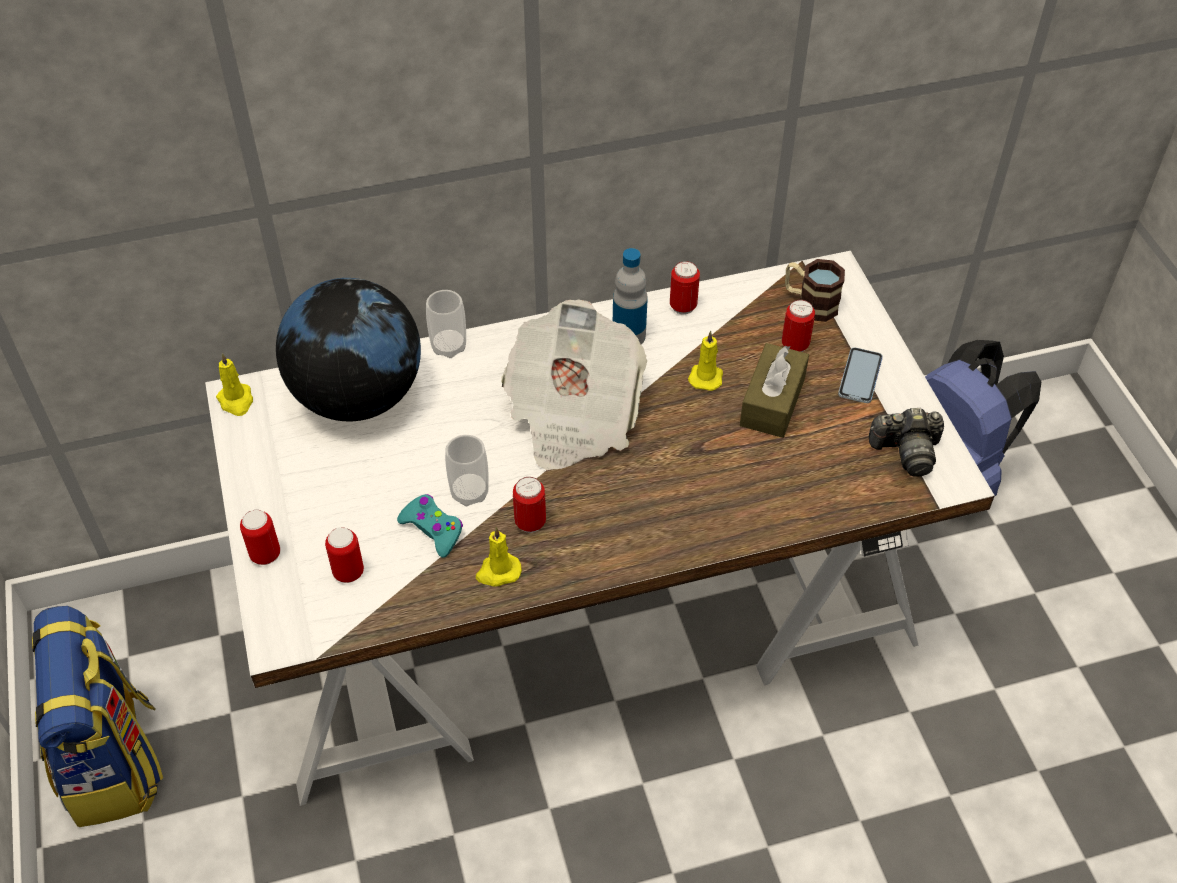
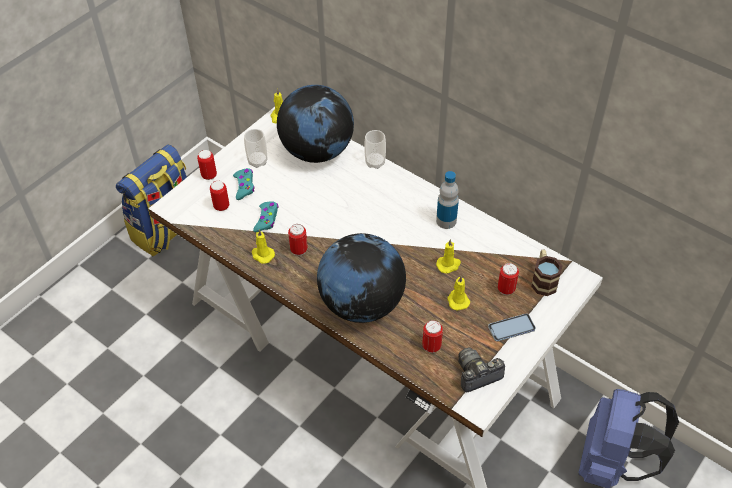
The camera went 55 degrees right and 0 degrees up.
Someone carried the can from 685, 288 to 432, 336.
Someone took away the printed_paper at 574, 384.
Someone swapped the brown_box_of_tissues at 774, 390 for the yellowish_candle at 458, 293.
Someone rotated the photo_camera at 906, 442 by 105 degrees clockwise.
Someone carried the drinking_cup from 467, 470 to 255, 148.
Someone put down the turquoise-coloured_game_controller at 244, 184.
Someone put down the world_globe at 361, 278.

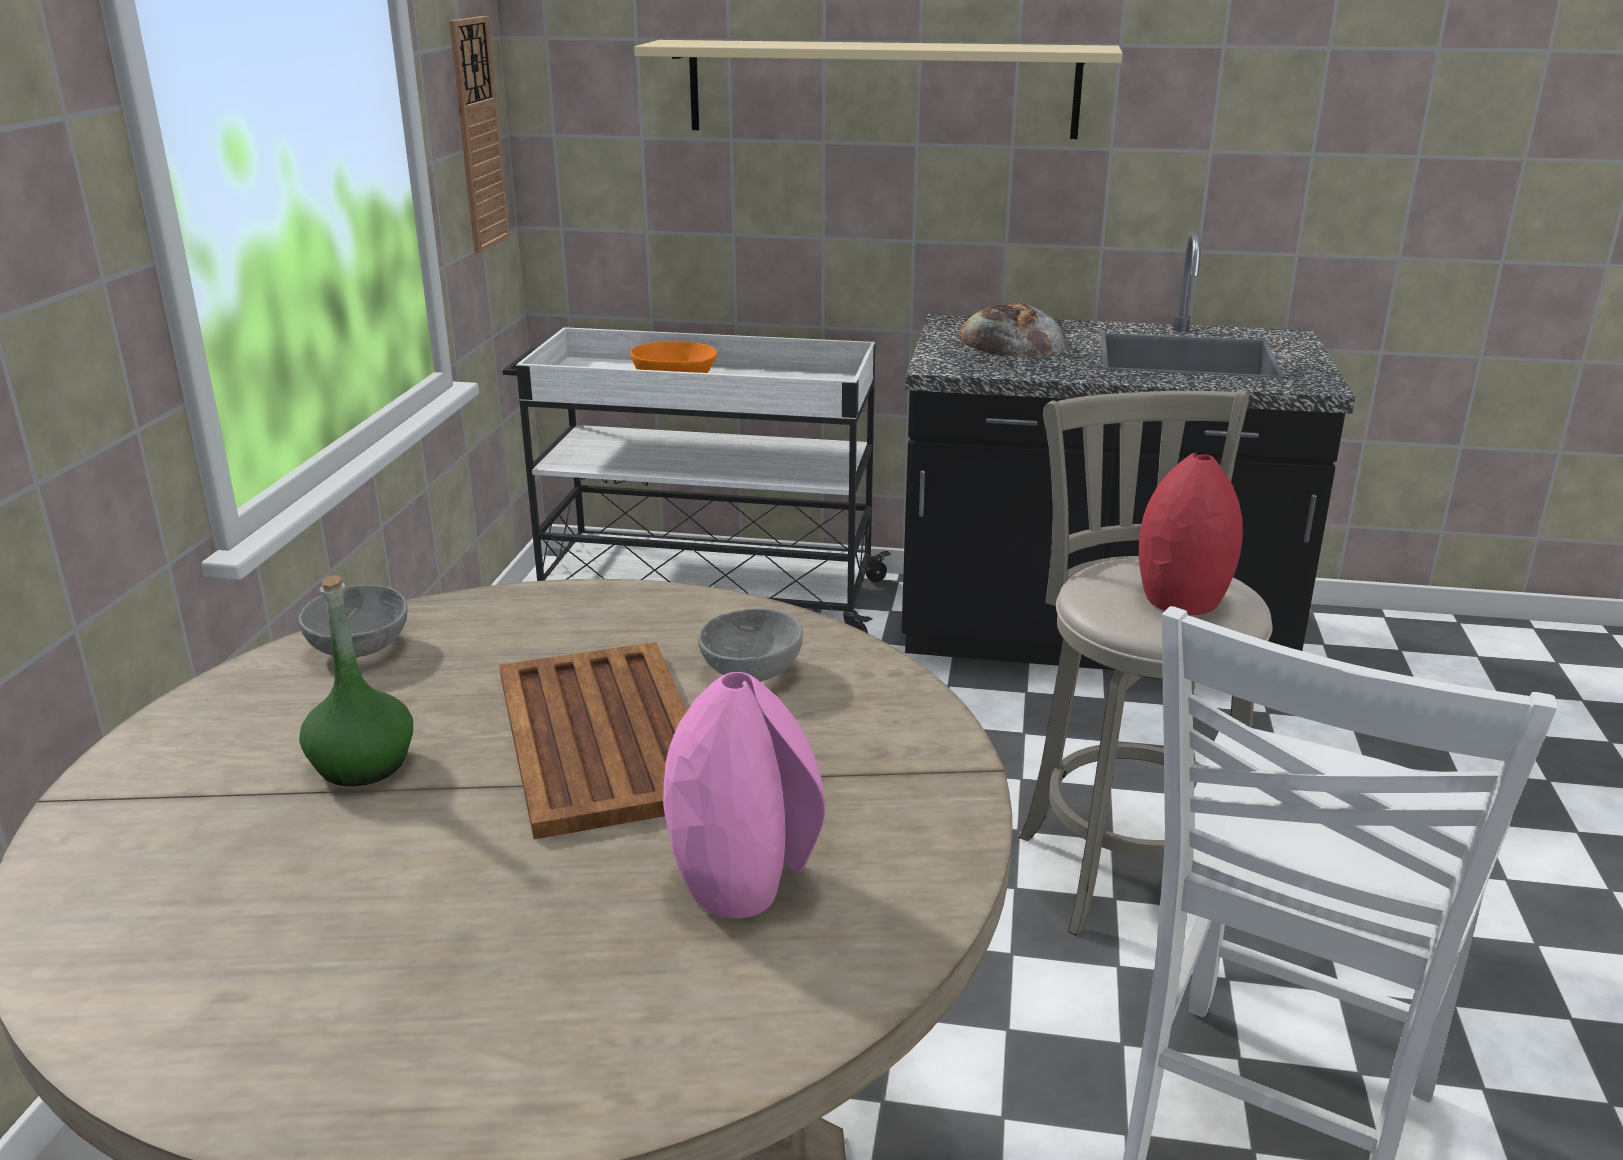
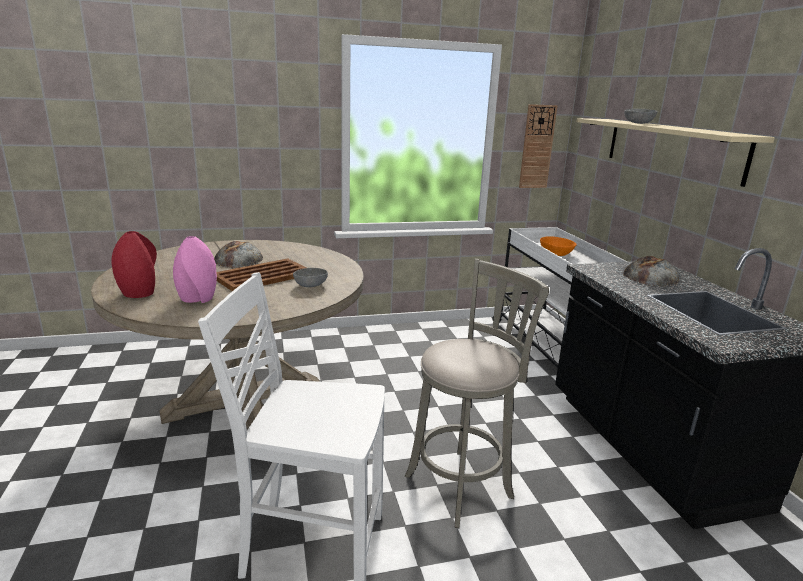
The camera went 65 degrees right and 5 degrees down.
Someone carried the reddish_decorative_vase from 1190, 534 to 134, 264.
Someone swapped the green-coloured_bottle at 356, 680 for the bakery_bread at 238, 254.
Someone carried the grey_serving_bowl from 353, 621 to 641, 116.

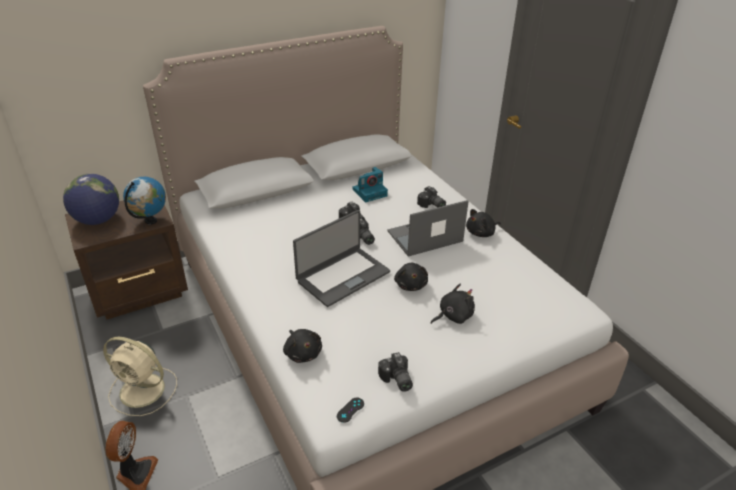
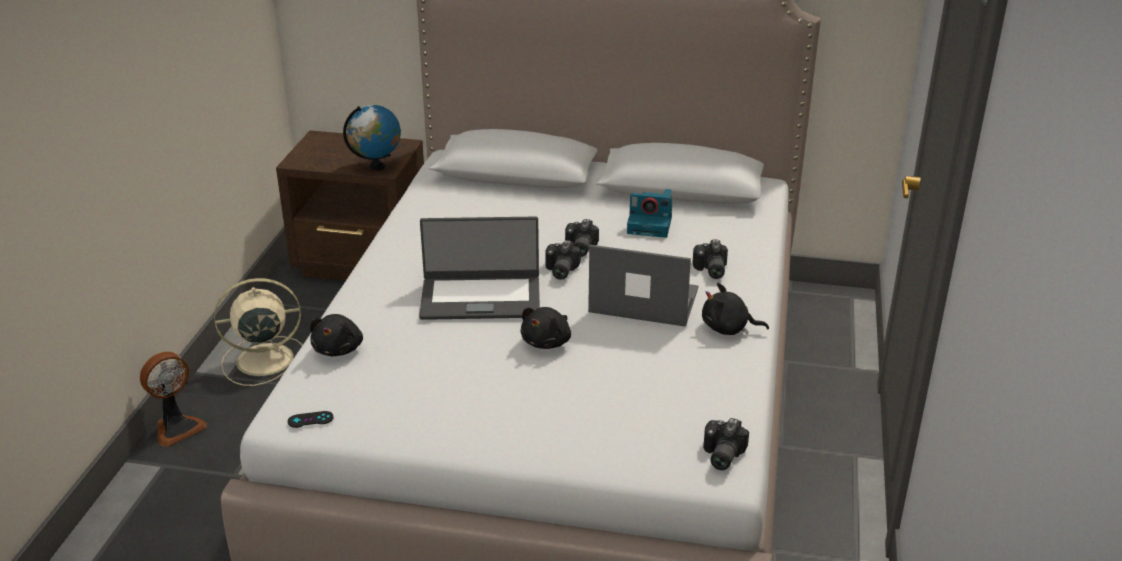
The camera went 40 degrees right and 5 degrees down.
Someone took away the world_globe at 91, 199.
Someone took away the blackish_soft_toy at 453, 304.
Someone rotated the beige_fan at 140, 376 by 105 degrees clockwise.
Someone carried the photo_camera from 395, 372 to 726, 444.

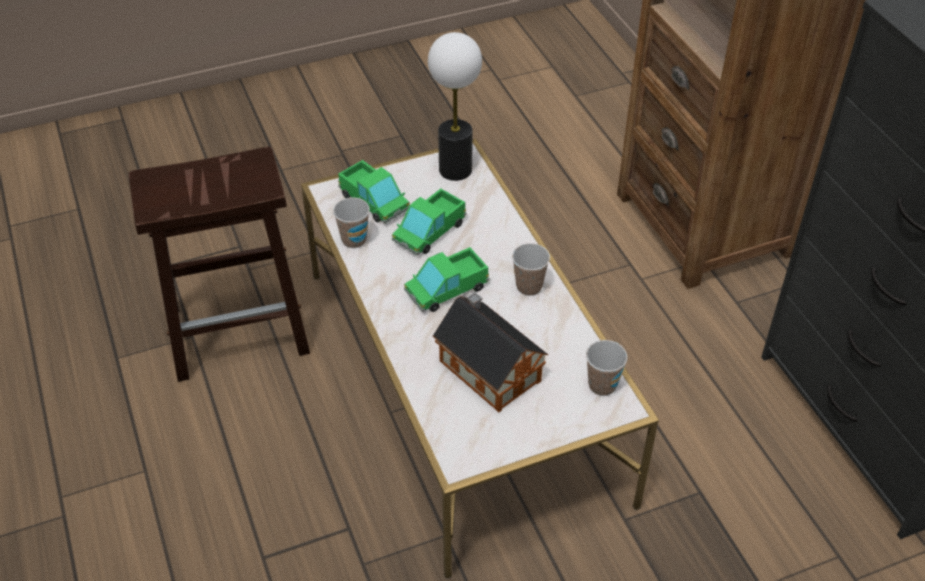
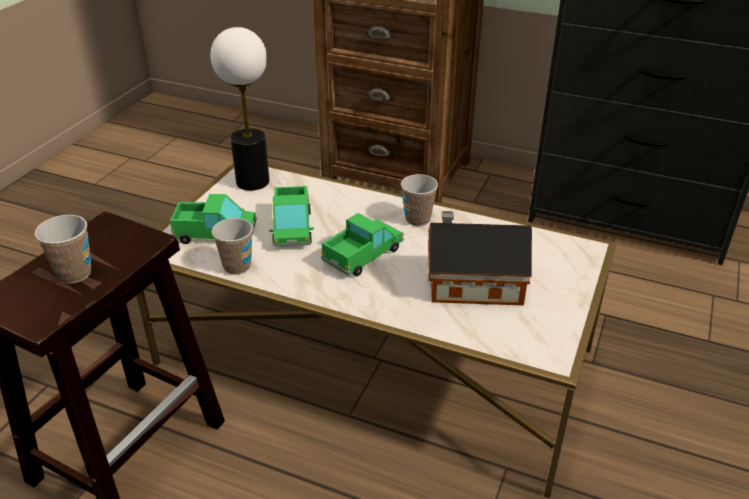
The camera went 45 degrees left and 10 degrees down.
Someone rotated the toy_lorry at 447, 279 by 150 degrees counterclockwise.
Someone carried the drinking_cup from 607, 368 to 63, 249.

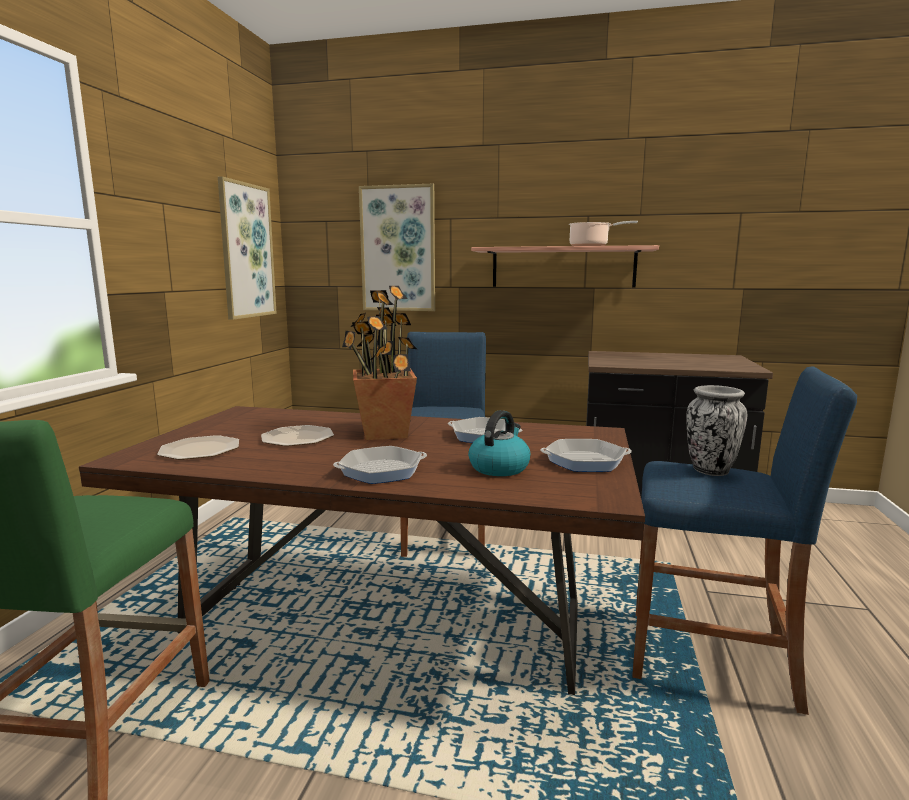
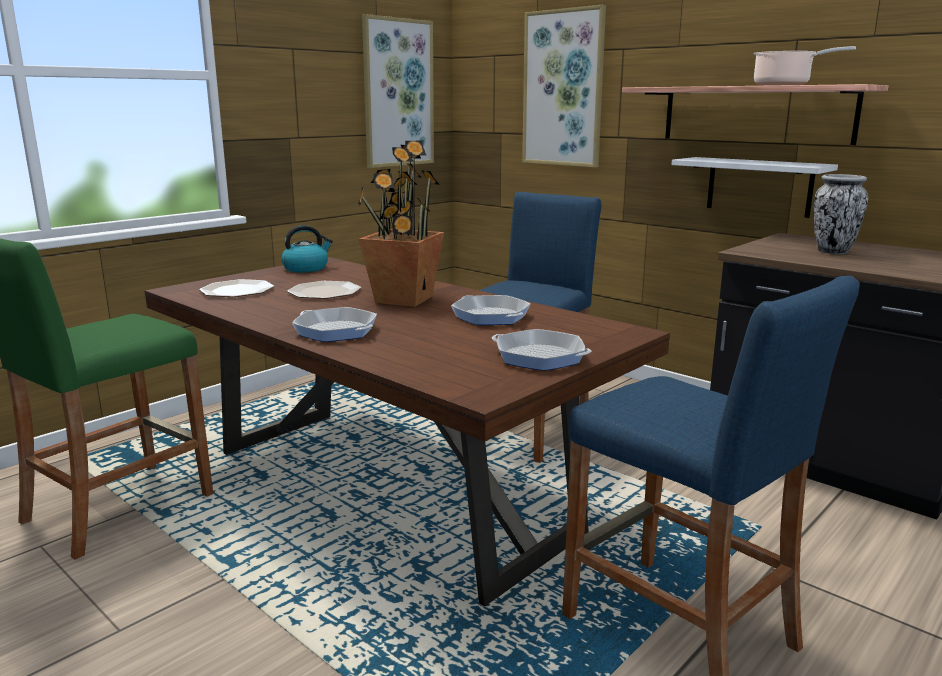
The camera went 30 degrees right and 5 degrees up.
Someone carried the decorative_vase from 716, 430 to 841, 214.
Someone carried the tea_kettle from 499, 443 to 307, 249.
Someone rotated the pan at 380, 465 by 150 degrees counterclockwise.
Someone put up the white-coloured_wall_shelf at 754, 187.

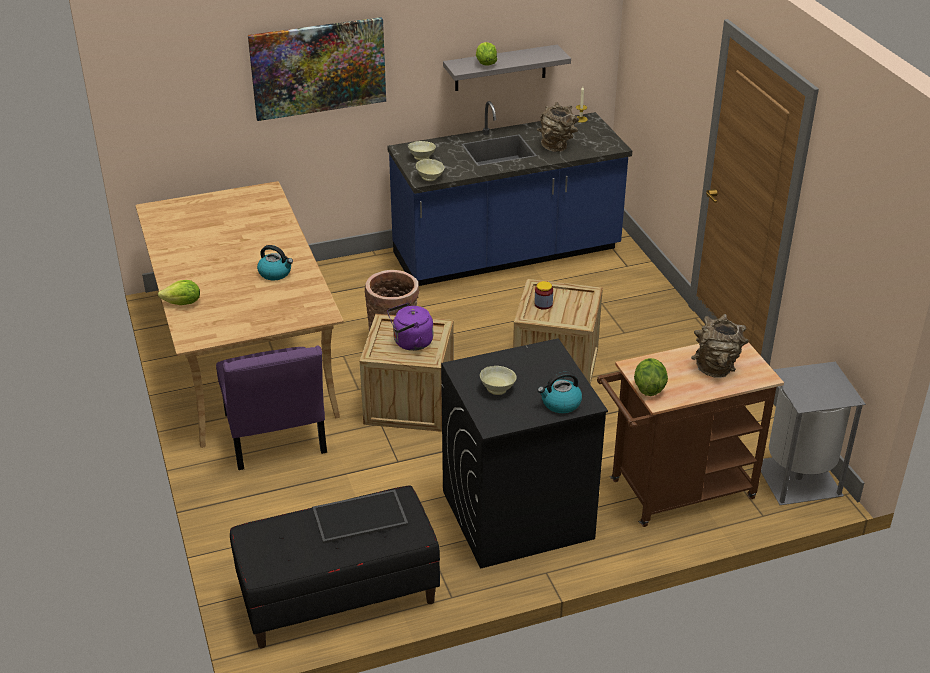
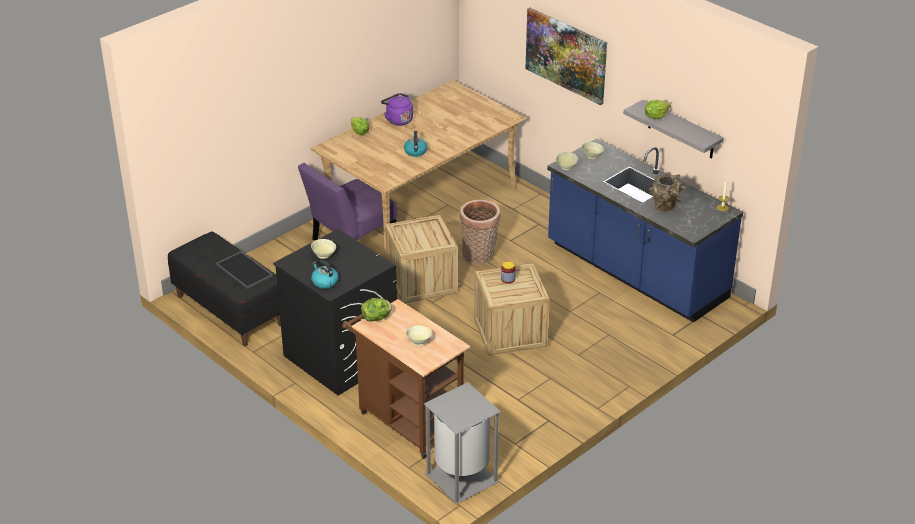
The camera went 65 degrees right and 0 degrees up.
Someone carried the purple-coloured_tea_kettle from 410, 327 to 397, 109.
Someone swapped the brown_decorative_vase at 720, 346 for the beige_serving_bowl at 419, 335.

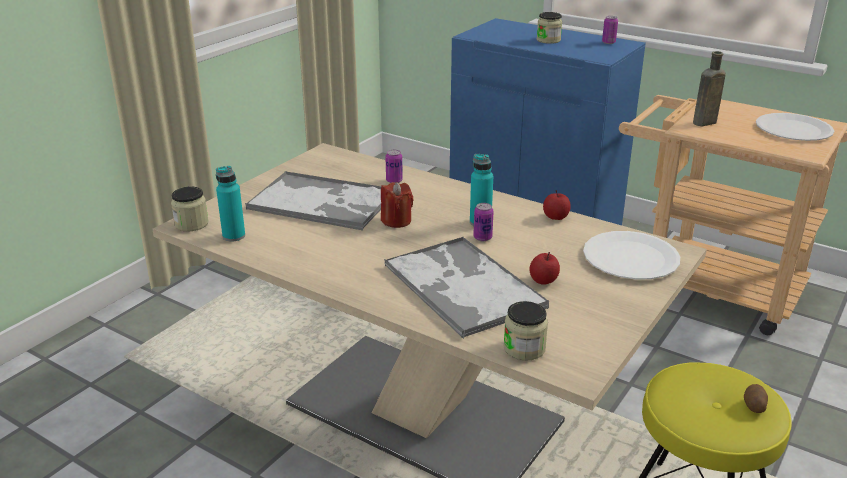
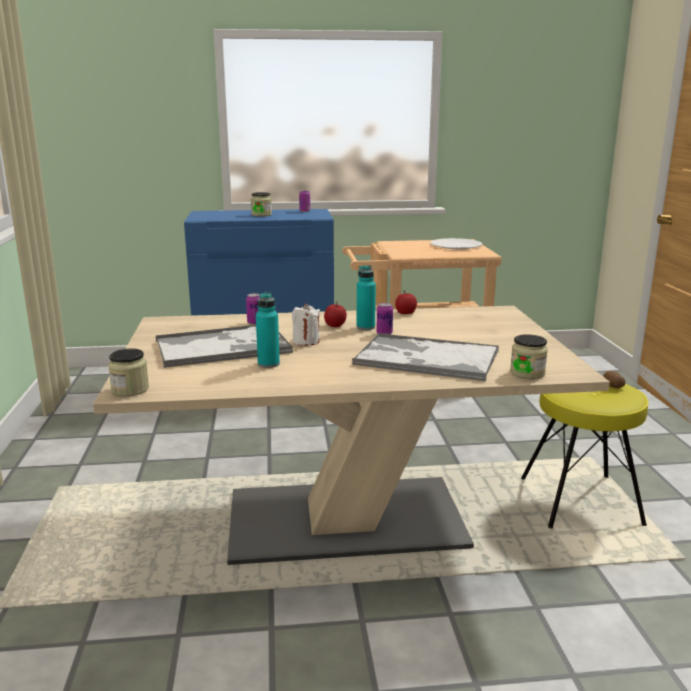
The camera went 40 degrees left and 10 degrees down.
Someone took away the brown_bottle at 709, 88.
Someone carried the turquoise-coloured_bottle from 230, 204 to 268, 330.
Someone repainted the reddish_candle at 397, 205, which became the white-coloured_candle at 306, 324.
Someone took away the white-coloured_plate at 631, 255.
Someone carried the apple_fruit from 544, 268 to 335, 314.

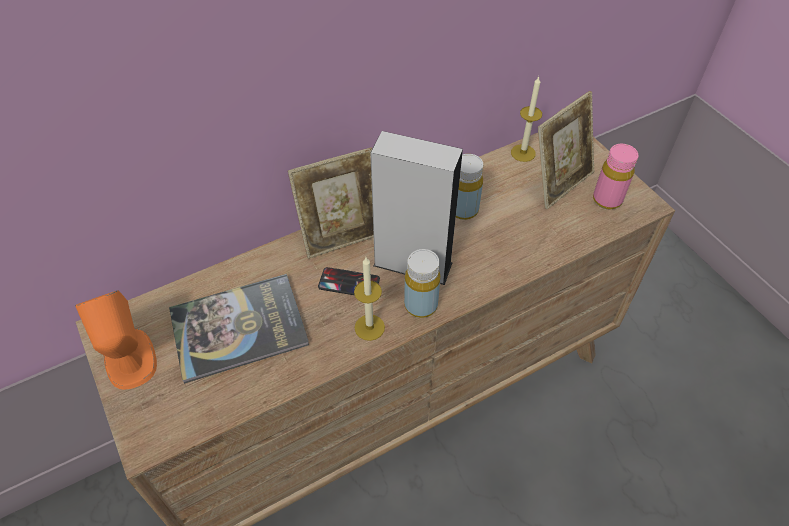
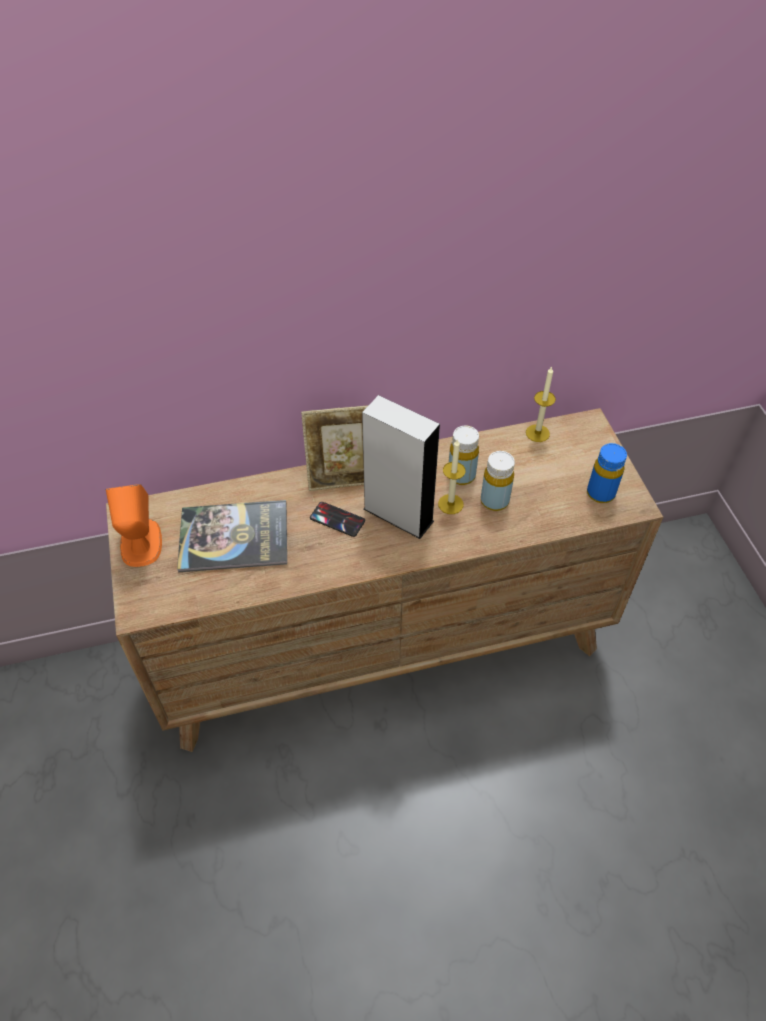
The camera went 15 degrees right and 0 degrees up.
Someone took away the standing_frame at 566, 150.
Someone repainted the pink-coloured_bottle at 615, 176, which became the blue-coloured_bottle at 607, 473.
Someone carried the yellowish_bottle from 422, 283 to 498, 481.
Someone carried the candle from 369, 299 to 452, 477.

